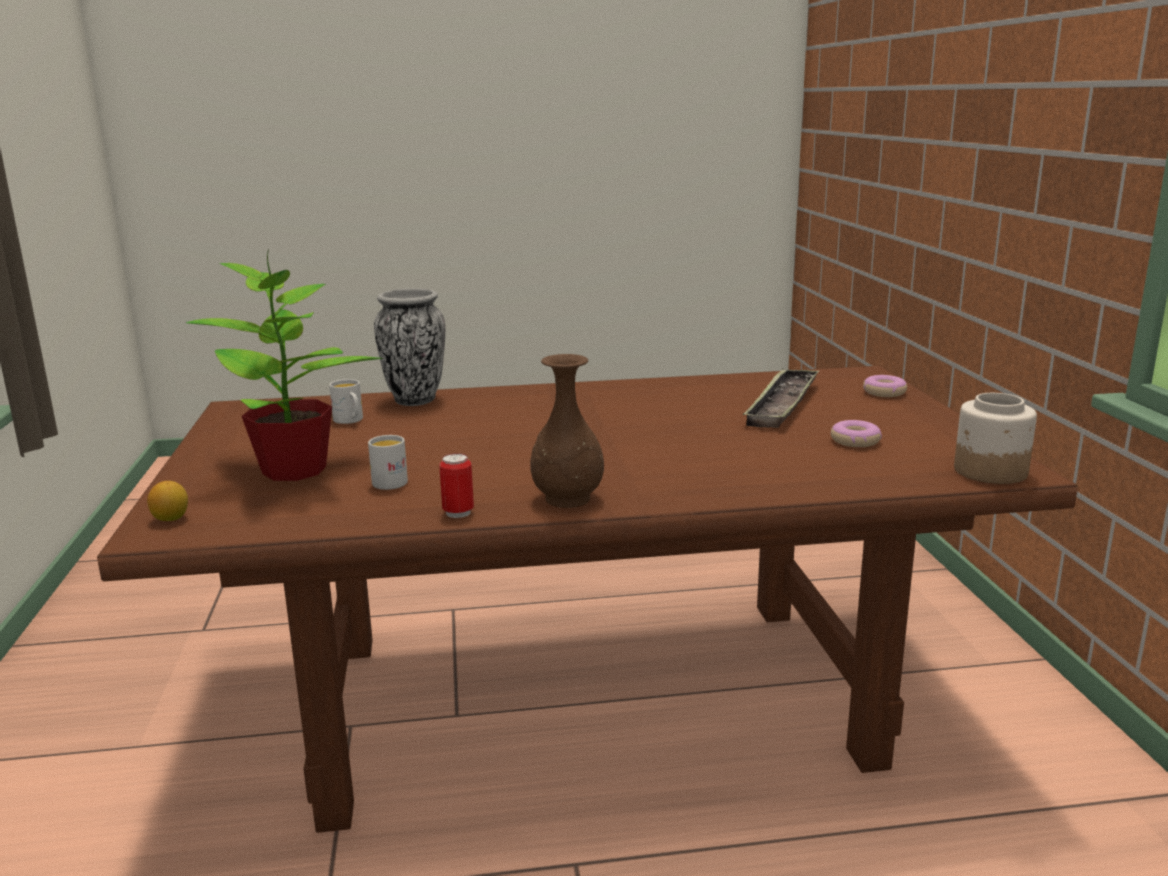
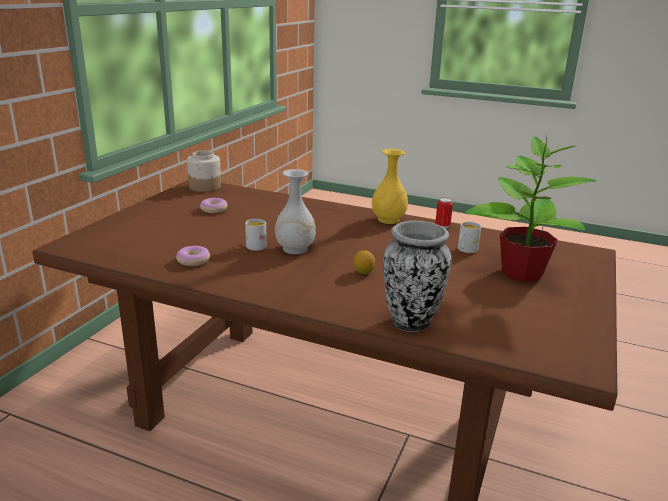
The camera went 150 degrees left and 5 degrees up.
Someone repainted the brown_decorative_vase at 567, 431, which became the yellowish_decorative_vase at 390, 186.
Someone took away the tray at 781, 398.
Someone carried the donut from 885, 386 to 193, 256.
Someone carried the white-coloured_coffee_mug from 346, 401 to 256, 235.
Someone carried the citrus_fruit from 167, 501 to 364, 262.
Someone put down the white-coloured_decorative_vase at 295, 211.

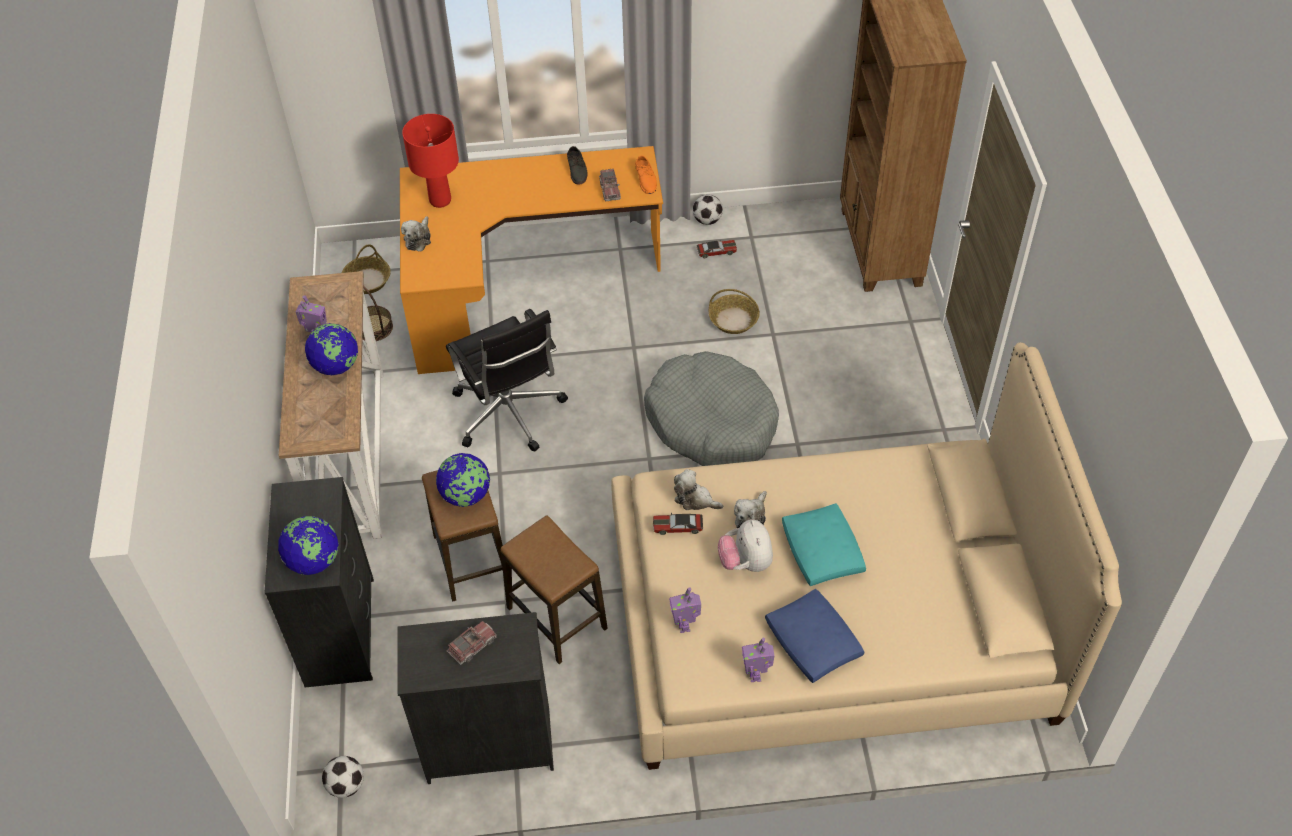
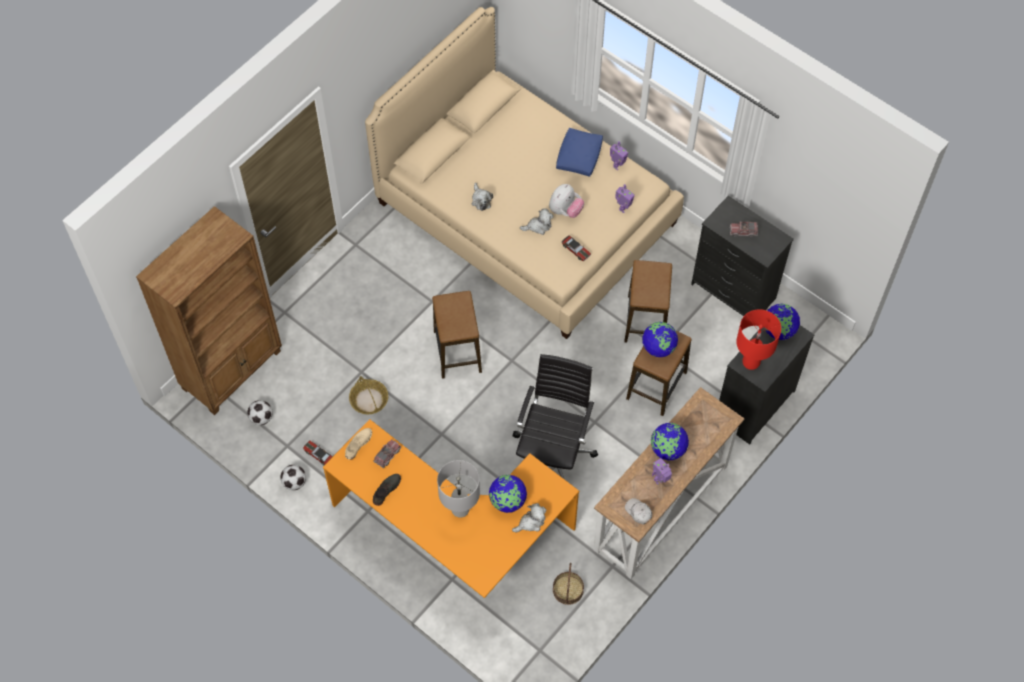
The camera went 135 degrees left and 10 degrees up.
Someone carried the reddish_lamp_for_a_table from 430, 161 to 758, 339.
Someone repainted the orange_low_shoe at 646, 175, which became the beige_low_shoe at 358, 444.
Someone took away the household_basket at 366, 269.
Someone swapped the grey_dog_bed at 711, 408 for the sitting_stool at 457, 335.
Someone carried the soft_toy from 698, 489 to 482, 197.
Someone took away the turquoise-coloured_throw_pillow at 824, 544.
Someone carried the ball_for_football from 343, 777 to 260, 412.
Someone put down the grey_lamp_for_a_table at 458, 489.
Someone put down the world_globe at 508, 494.
Someone put down the white-coloured_baseball_cap at 638, 511.

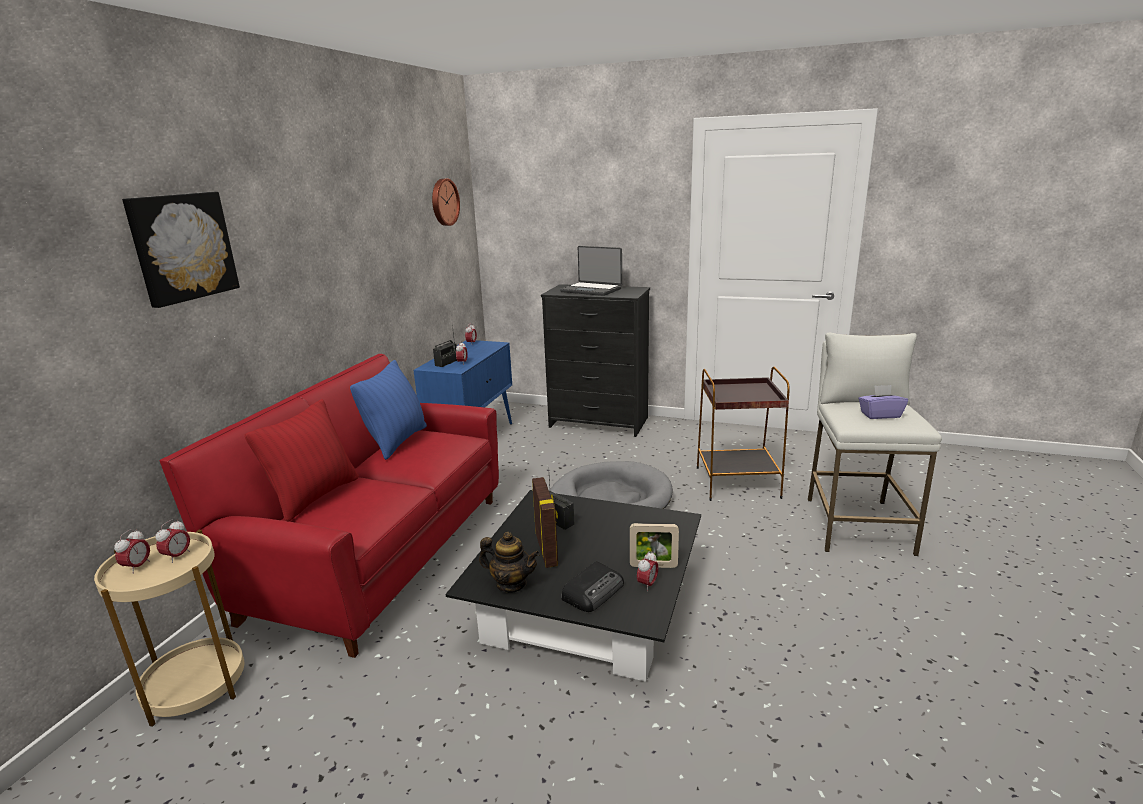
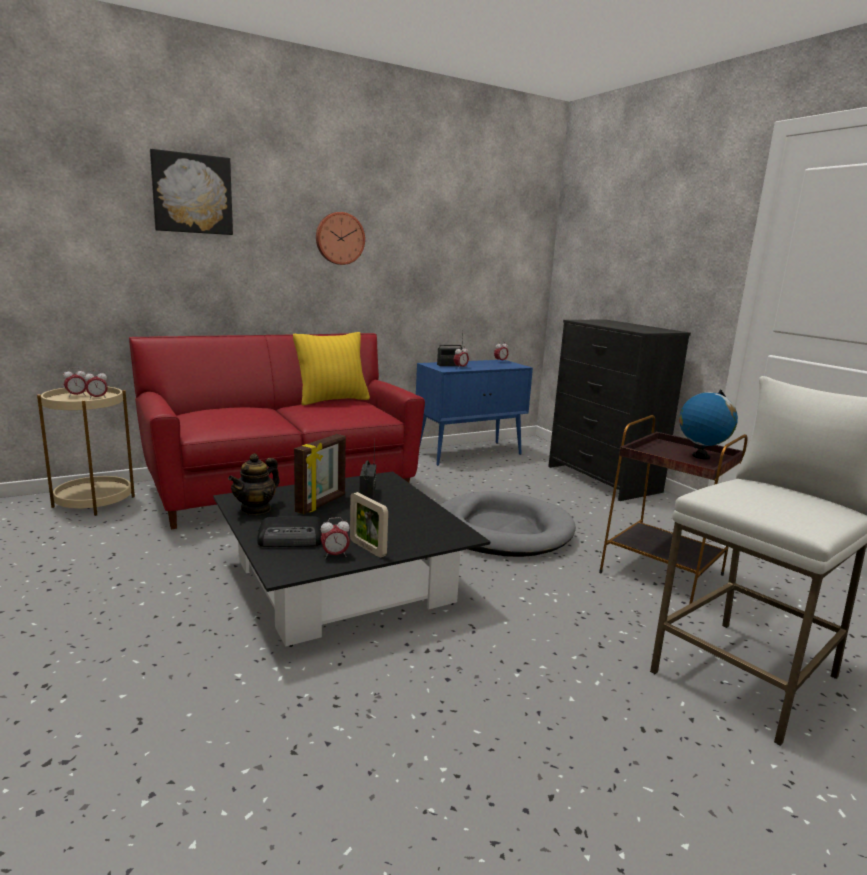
The camera went 40 degrees right and 5 degrees down.
Someone carried the wall_clock from 446, 202 to 340, 238.
Someone took away the laptop at 591, 271.
Someone repainted the blue-coloured_throw_pillow at 388, 410, which became the yellowish_throw_pillow at 331, 368.
Someone took away the purple-coloured_box_of_tissues at 883, 402.
Someone took away the reddish_throw_pillow at 301, 460.
Someone rotated the teapot at 509, 562 by 60 degrees clockwise.
Someone put down the world_globe at 708, 425.

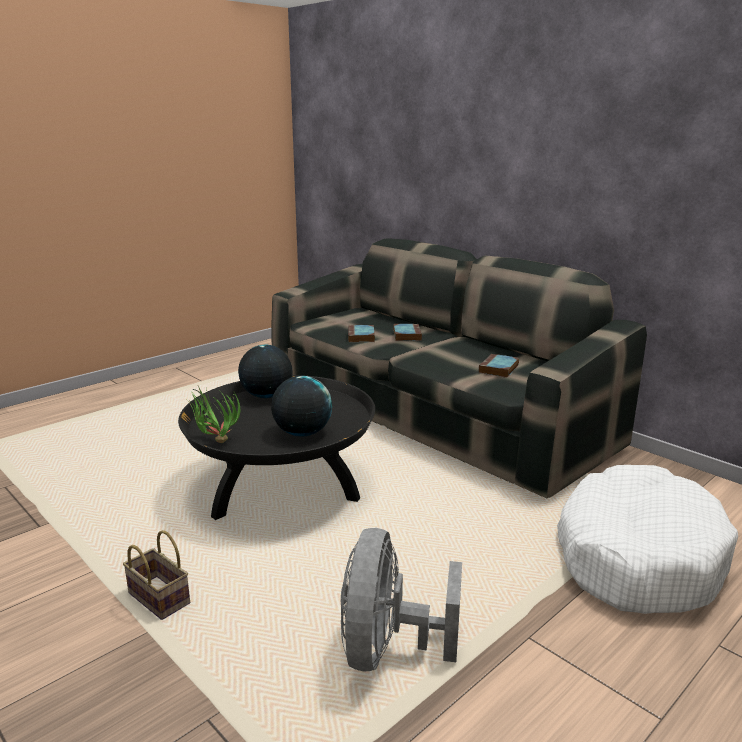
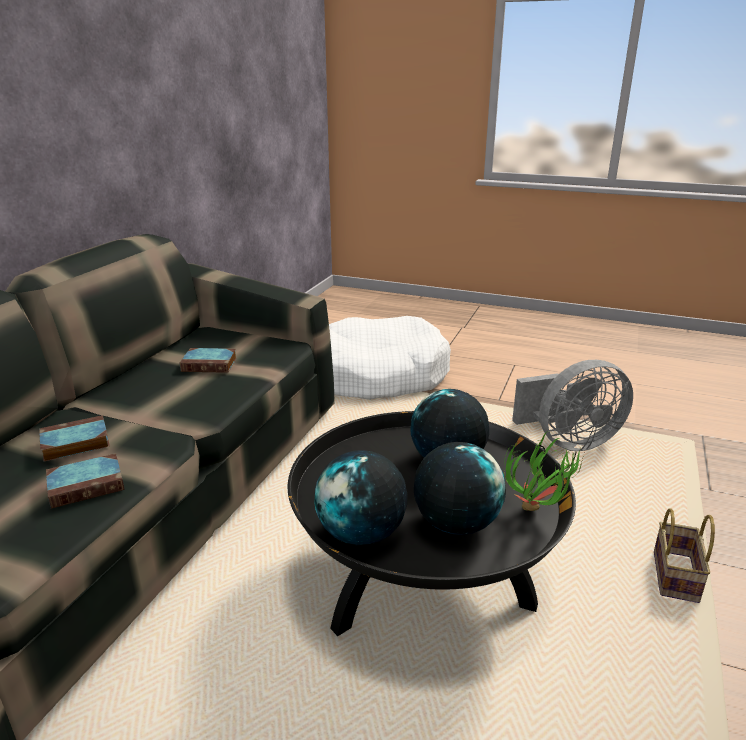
The camera went 115 degrees left and 5 degrees up.
Someone put down the world_globe at 460, 488.

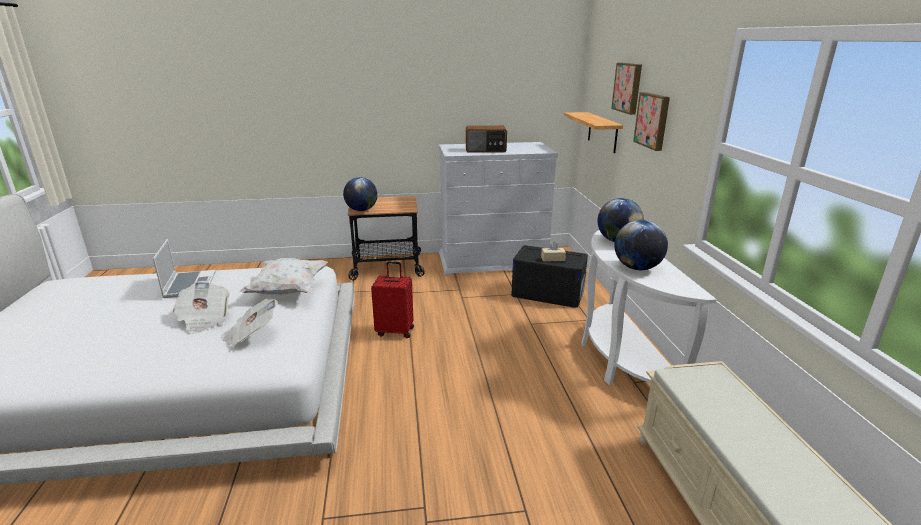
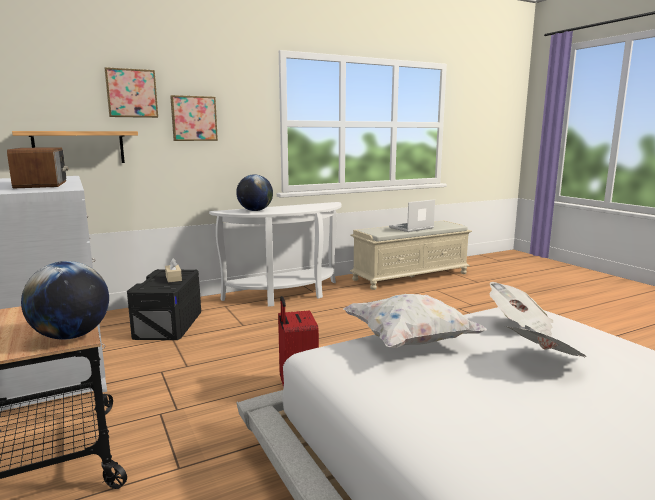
The camera went 110 degrees left and 10 degrees down.
Someone took away the world_globe at 641, 245.
Someone carried the laptop from 184, 268 to 412, 215.

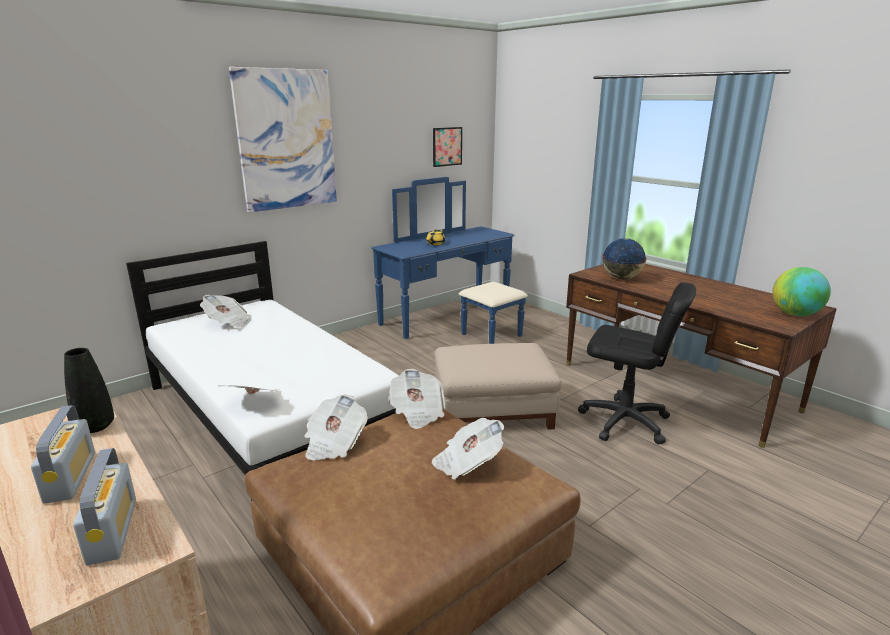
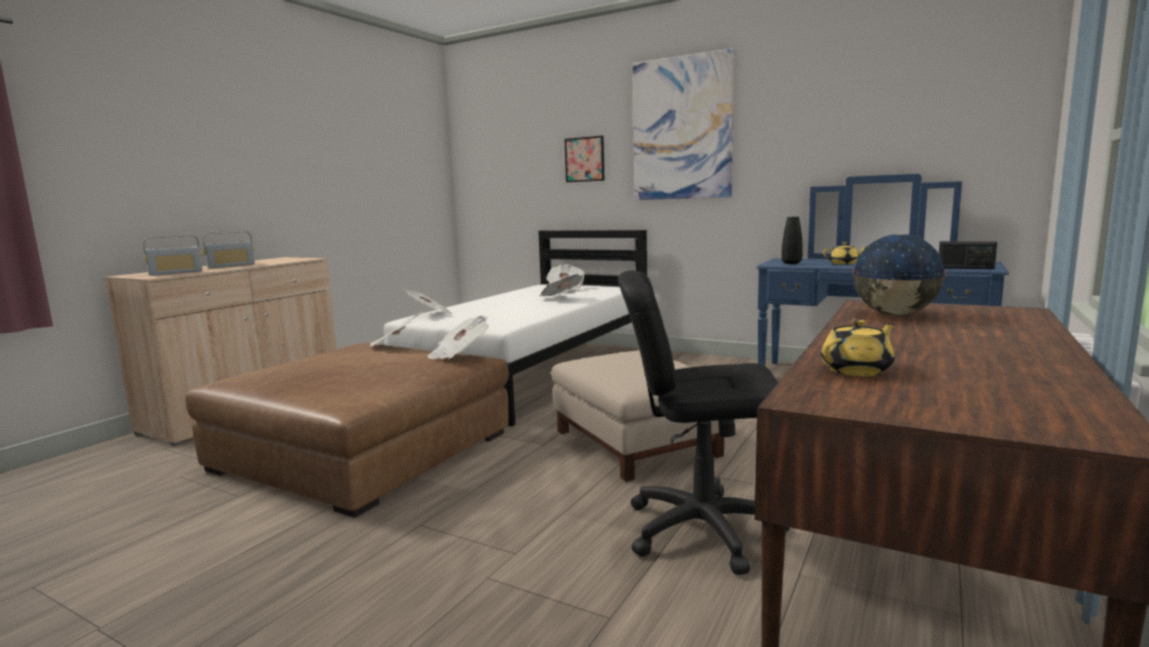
The camera went 70 degrees right and 10 degrees down.
Someone carried the wall_art from 447, 147 to 584, 159.
Someone took away the world_globe at 801, 291.
Someone rotated the blackish_desk_chair at 637, 364 by 90 degrees clockwise.
Someone carried the blackish_decorative_vase from 89, 390 to 792, 240.
Someone carried the printed_paper from 468, 449 to 561, 285.
Someone put down the radio at 968, 255.
Someone put down the yellowish_teapot at 858, 347.

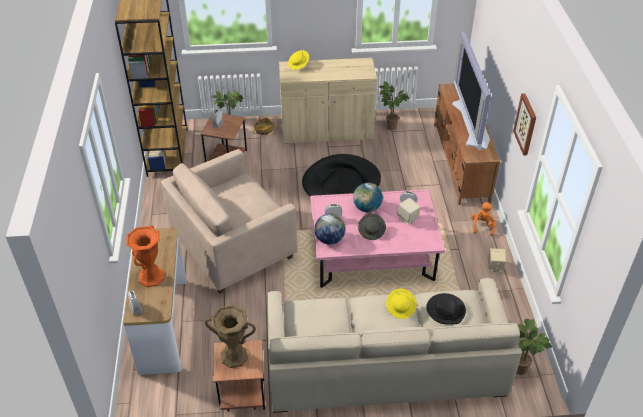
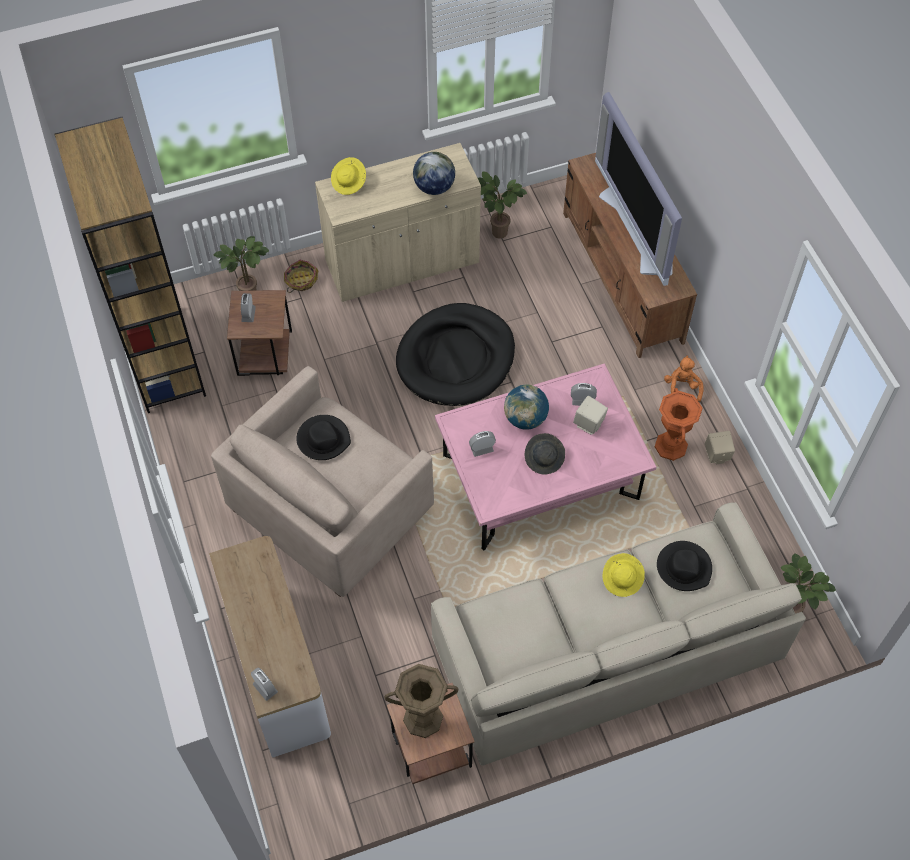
The camera went 15 degrees left and 15 degrees up.
Someone took away the wall_art at 524, 124.
Someone carried the world_globe from 329, 229 to 434, 173.
Someone carried the orange_decorative_vase from 145, 256 to 679, 424.
Someone put down the blackish_clothing_hat at 323, 437.

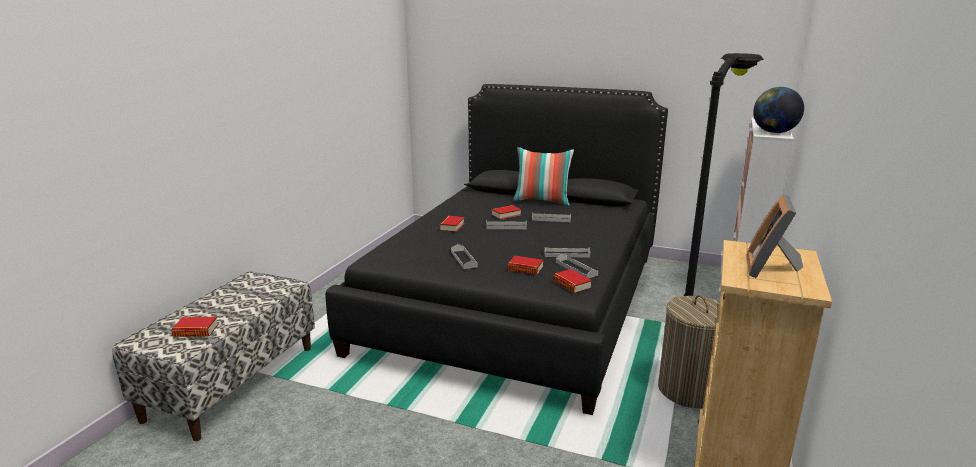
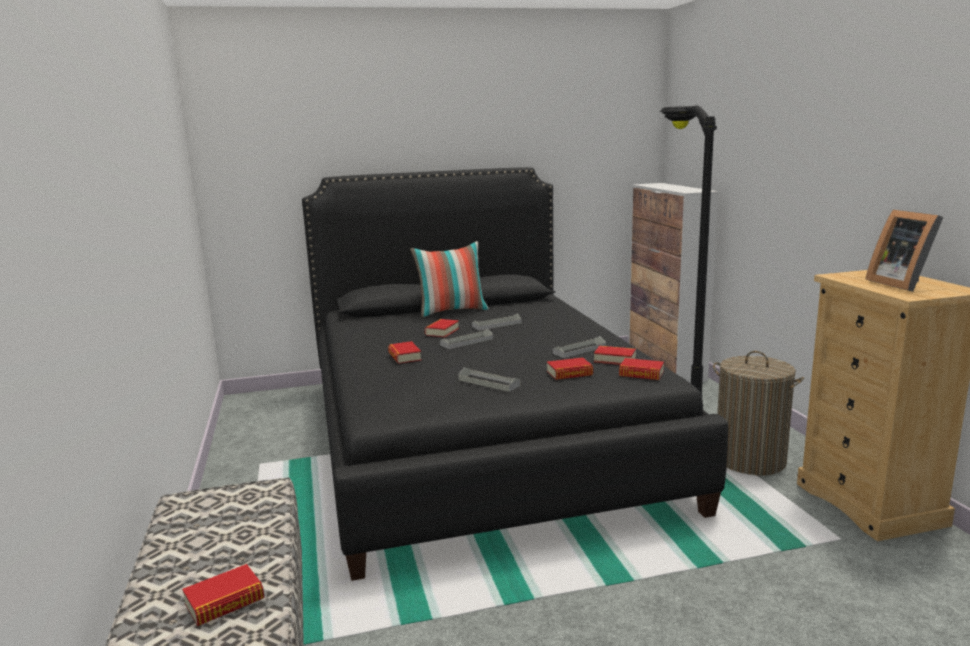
The camera went 35 degrees left and 5 degrees down.
Someone took away the world_globe at 778, 110.
Someone swapped the grey_tray at 577, 266 for the book at 615, 355.

